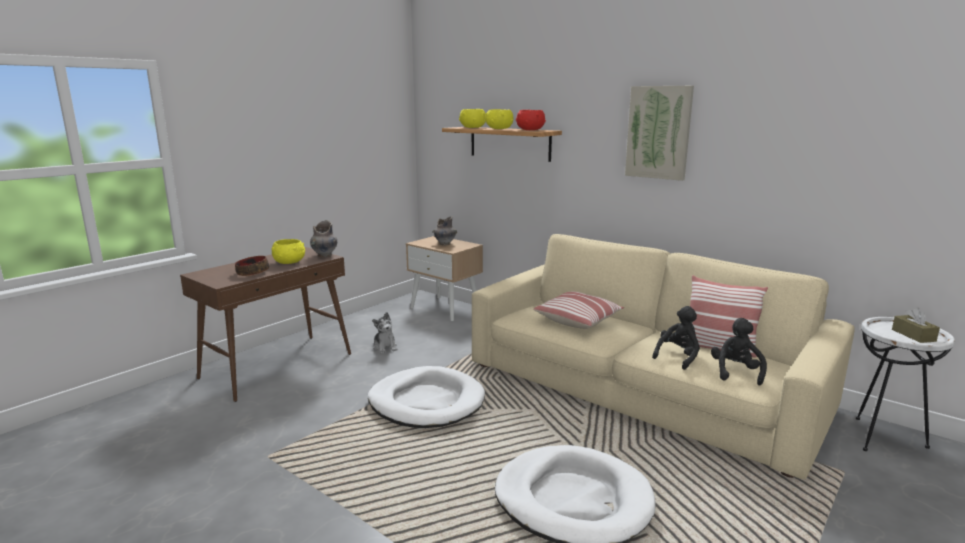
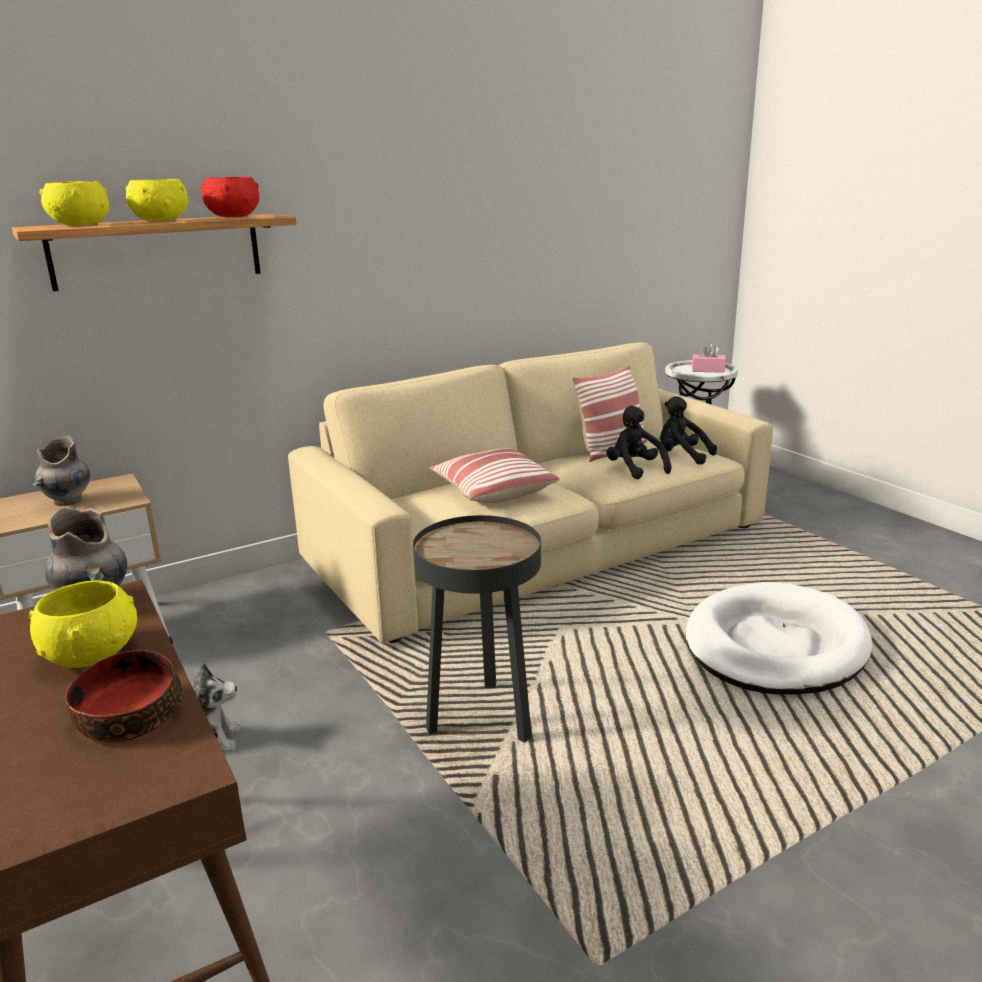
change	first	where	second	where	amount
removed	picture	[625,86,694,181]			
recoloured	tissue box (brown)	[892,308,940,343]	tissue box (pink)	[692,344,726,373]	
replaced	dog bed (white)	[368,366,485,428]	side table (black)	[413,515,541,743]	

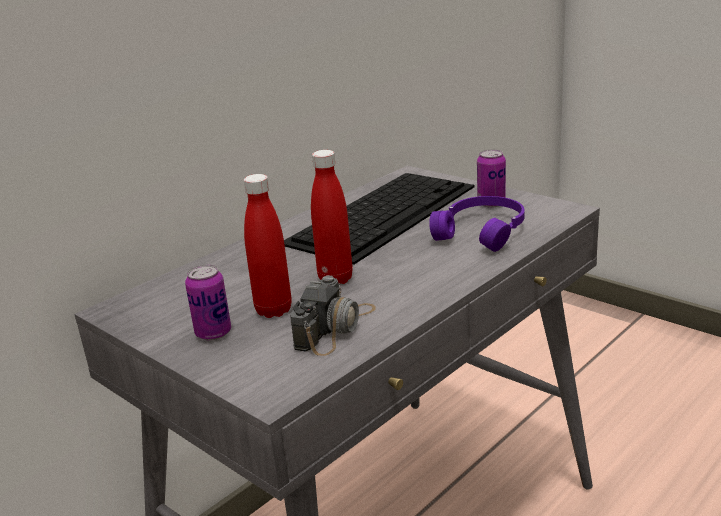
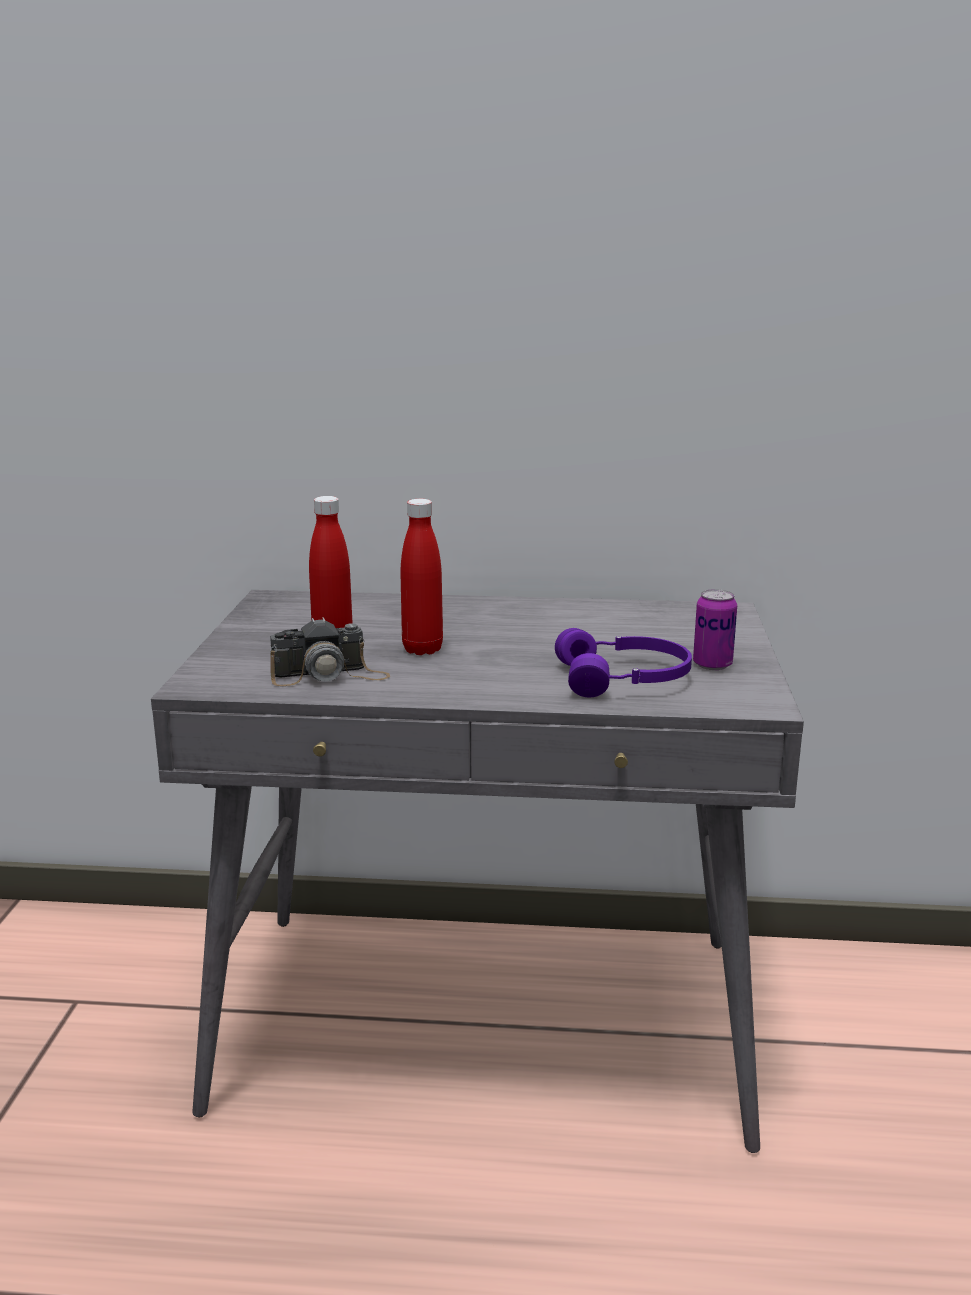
change	first	where	second	where	amount
removed	keyboard	[284,173,475,265]			
removed	can	[185,265,231,340]			

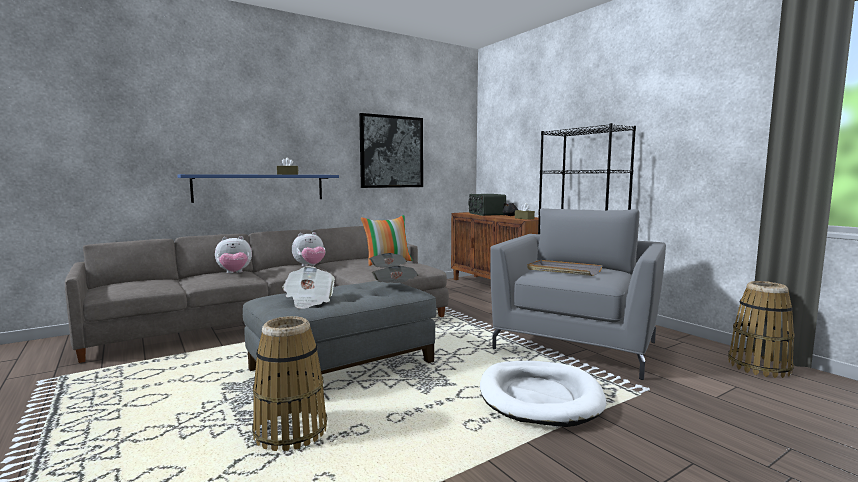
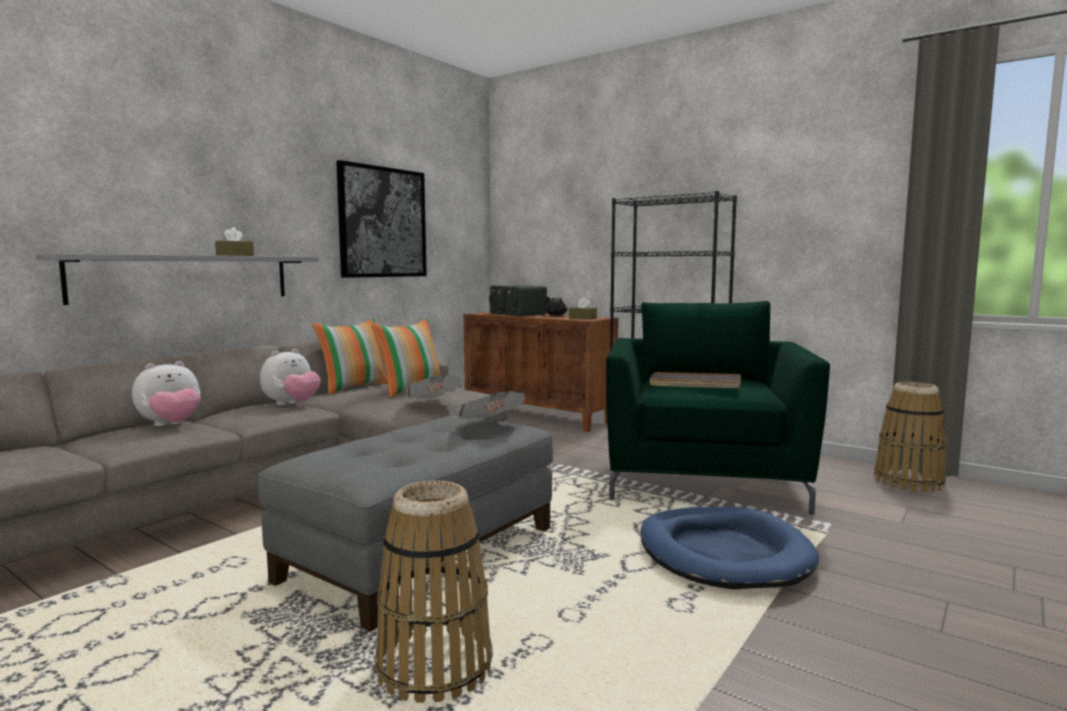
change	first	where	second	where	amount
recoloured	shelf (blue)	[177,174,339,203]	shelf (grey)	[36,253,319,305]	
recoloured	armchair (grey)	[490,208,666,380]	armchair (green)	[606,301,830,515]	
removed	newspaper	[283,266,335,309]			
recoloured	dog bed (white)	[480,361,606,427]	dog bed (blue)	[640,507,819,590]	
added			pillow	[312,318,388,394]	

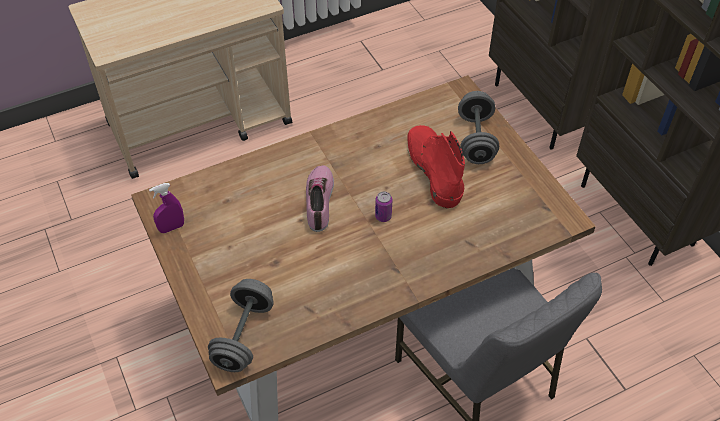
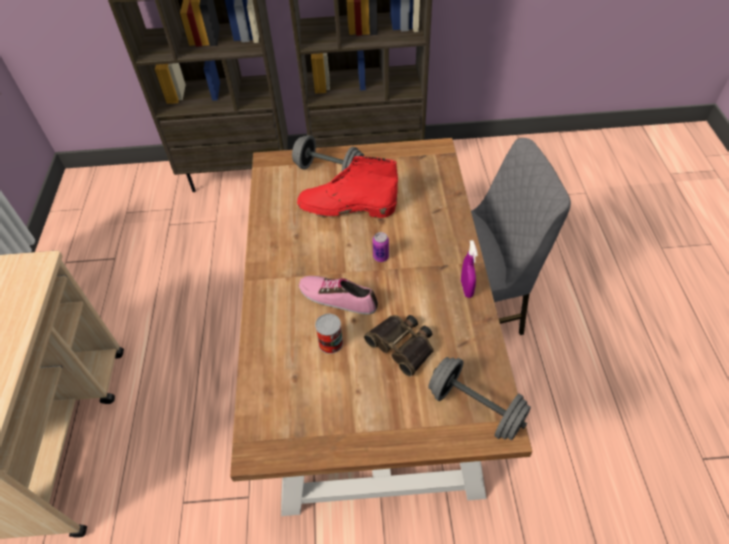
change	first	where	second	where	amount
moved	spray bottle (purple)	[149,183,184,233]		[461,240,478,298]	
added			can	[315,314,343,354]	
added			binoculars	[364,315,434,377]	

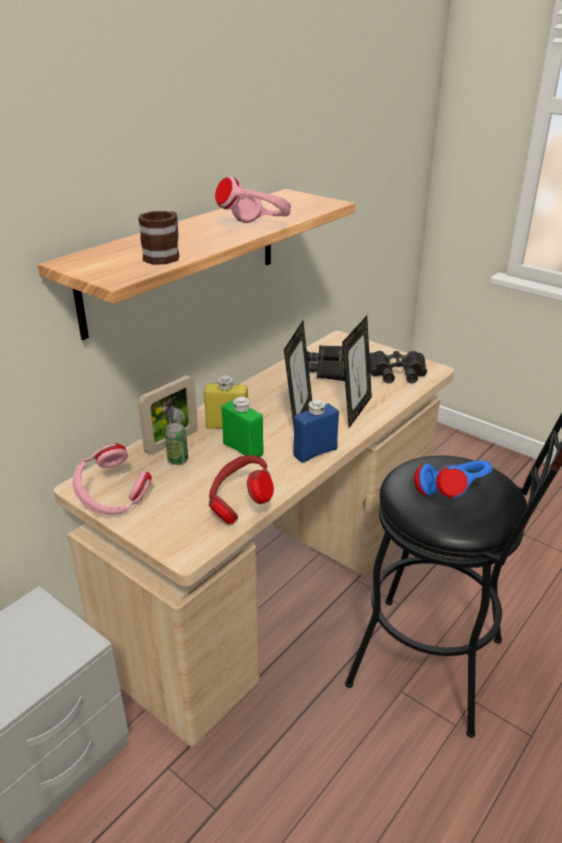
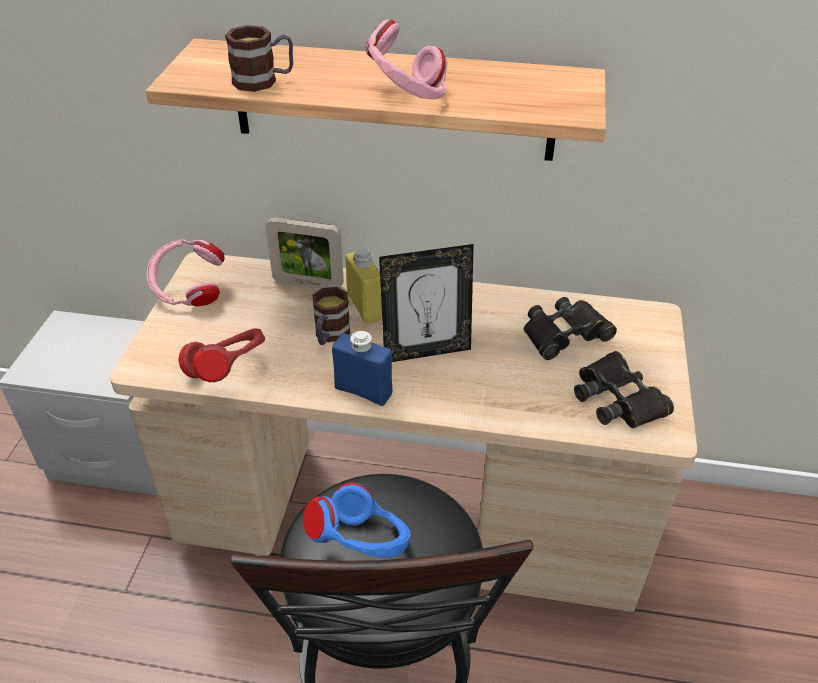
change	first	where	second	where	amount
removed	picture frame	[342,316,372,428]			
replaced	bottle (green)	[221,397,264,457]	mug	[312,287,350,345]	
removed	can	[165,423,188,465]			

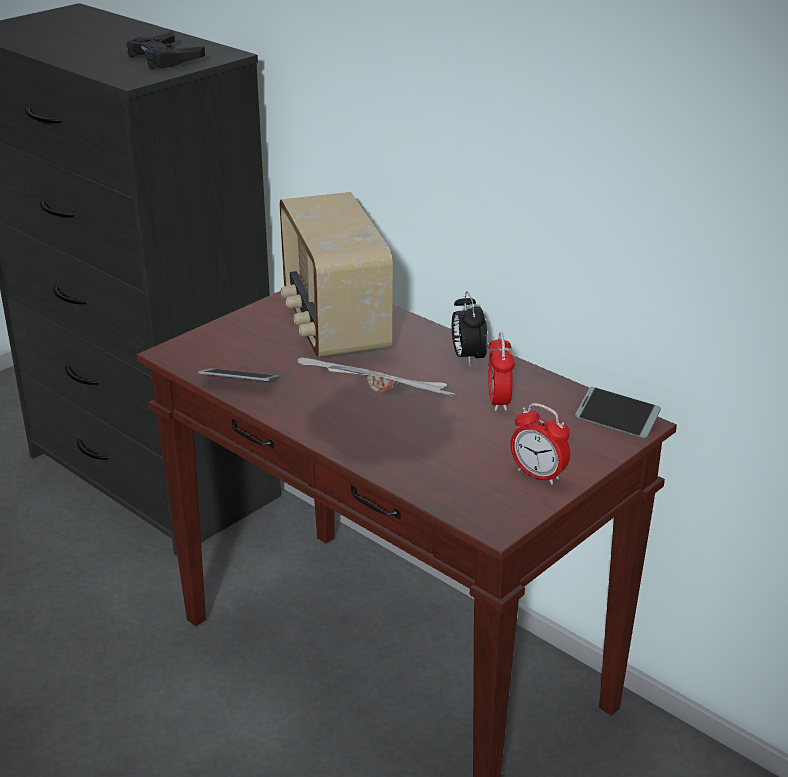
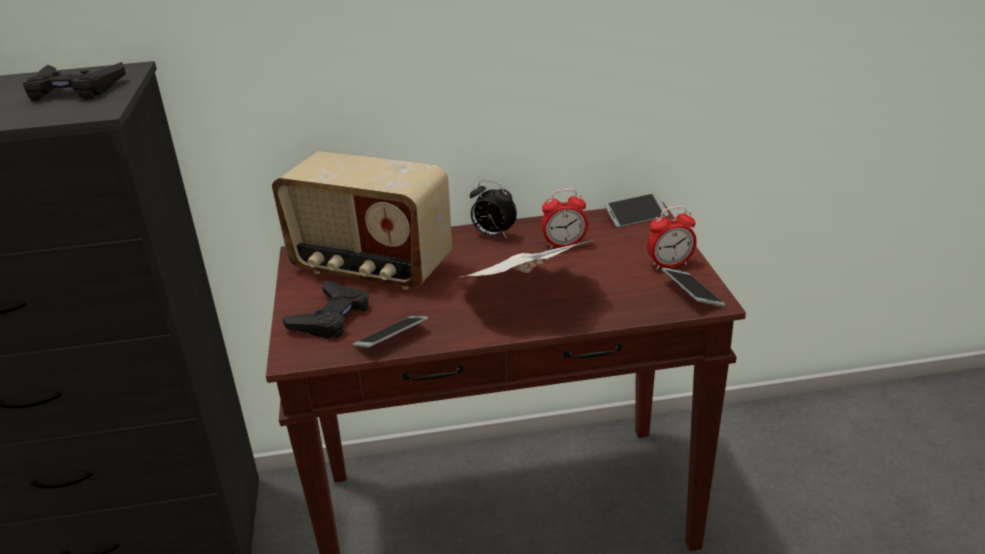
change	first	where	second	where	amount
turned	alarm clock	[488,332,515,411]		[541,189,588,249]	45 degrees counterclockwise
added			phone	[662,267,725,307]	
added			game controller (black)	[282,280,369,339]	

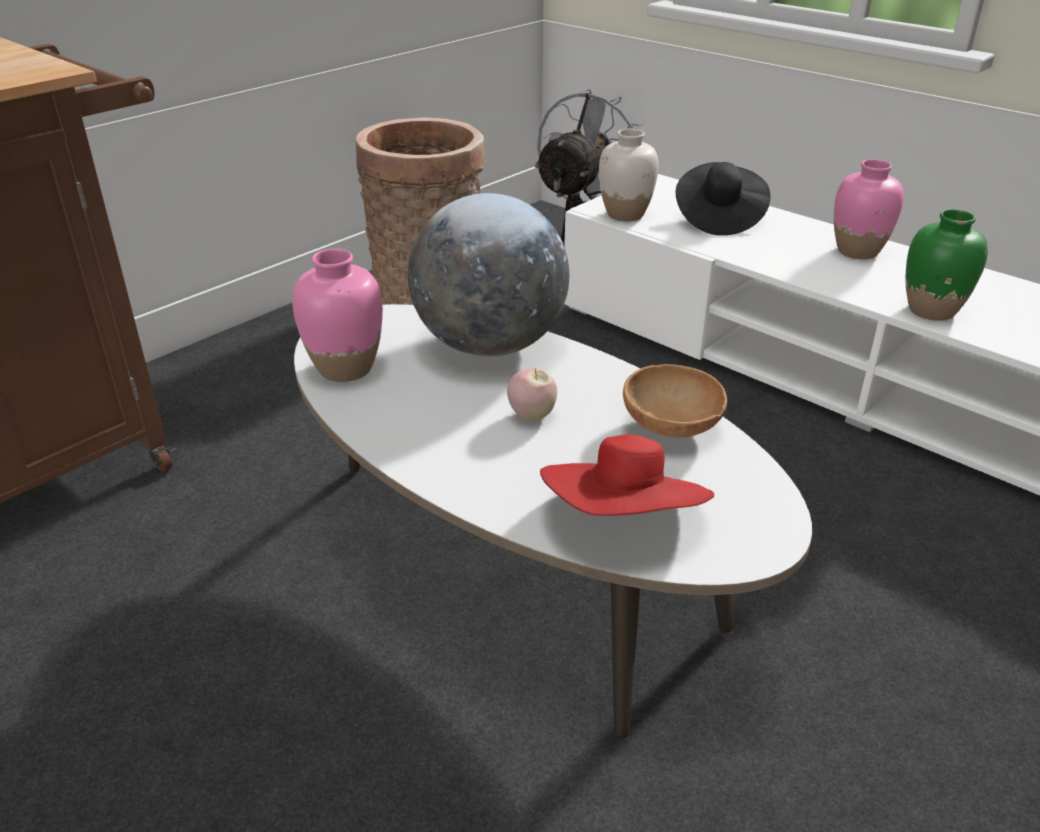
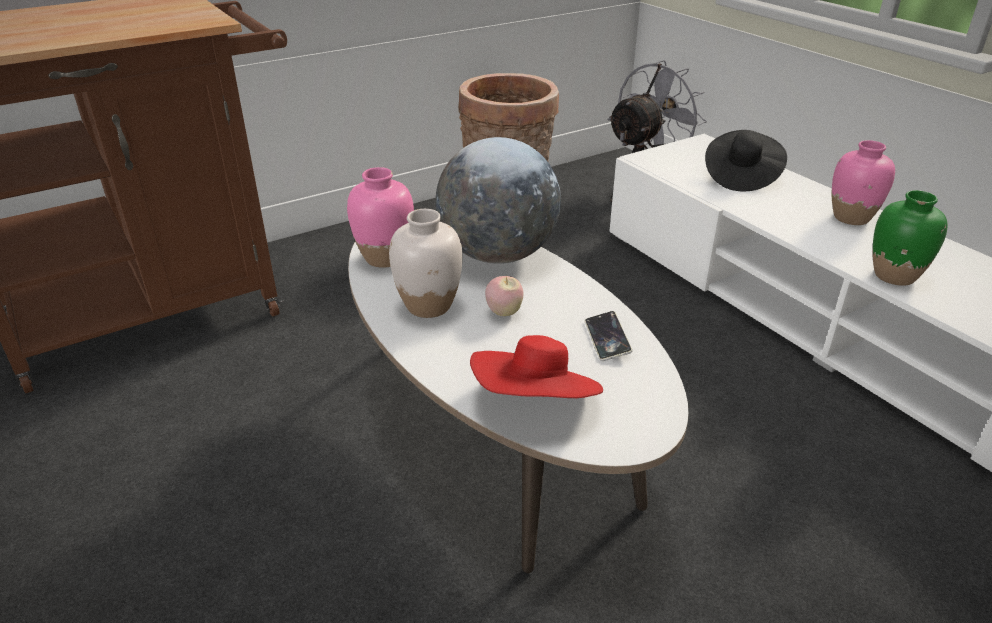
change	first	where	second	where	amount
moved	vase (white)	[599,129,659,221]		[389,209,463,318]	
replaced	bowl (brown)	[623,364,727,437]	phone	[585,311,633,361]	

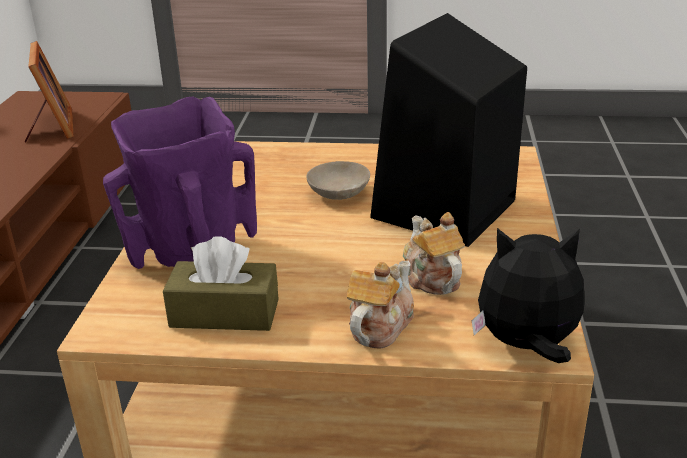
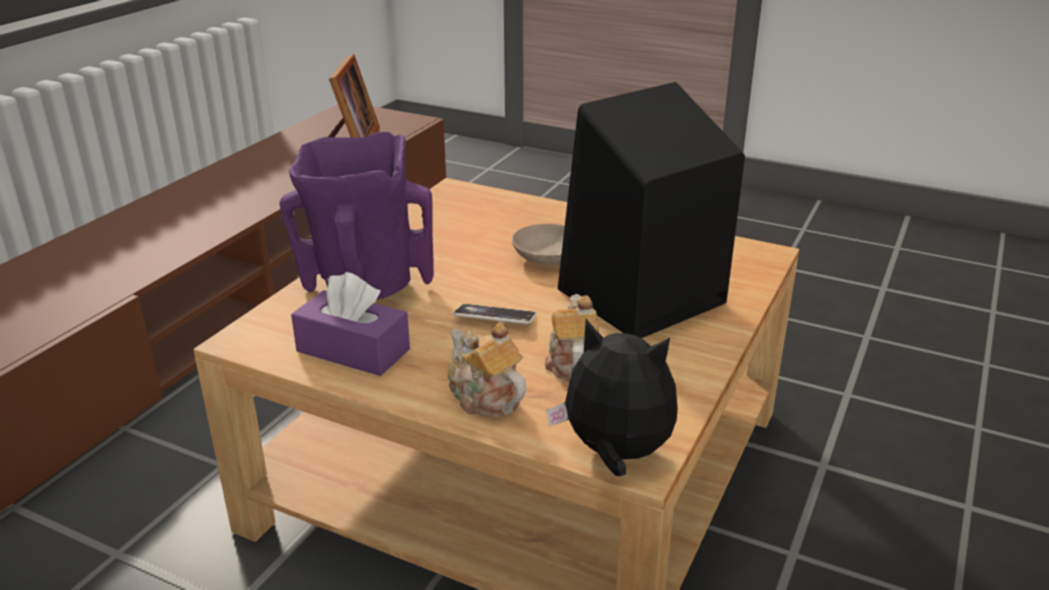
change	first	where	second	where	amount
recoloured	tissue box (brown)	[163,236,279,331]	tissue box (purple)	[291,272,410,376]	
turned	teapot	[347,260,414,349]		[448,323,527,417]	90 degrees counterclockwise
added			phone	[454,304,537,324]	

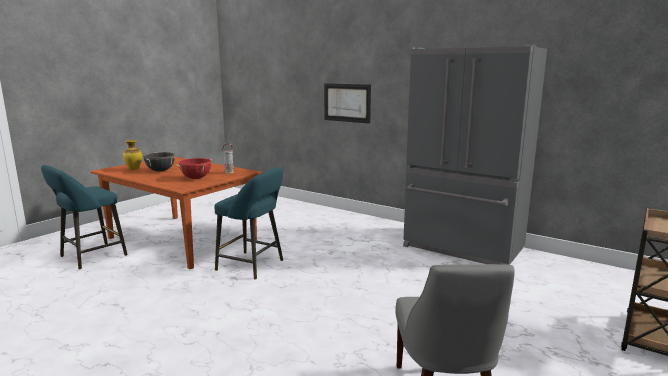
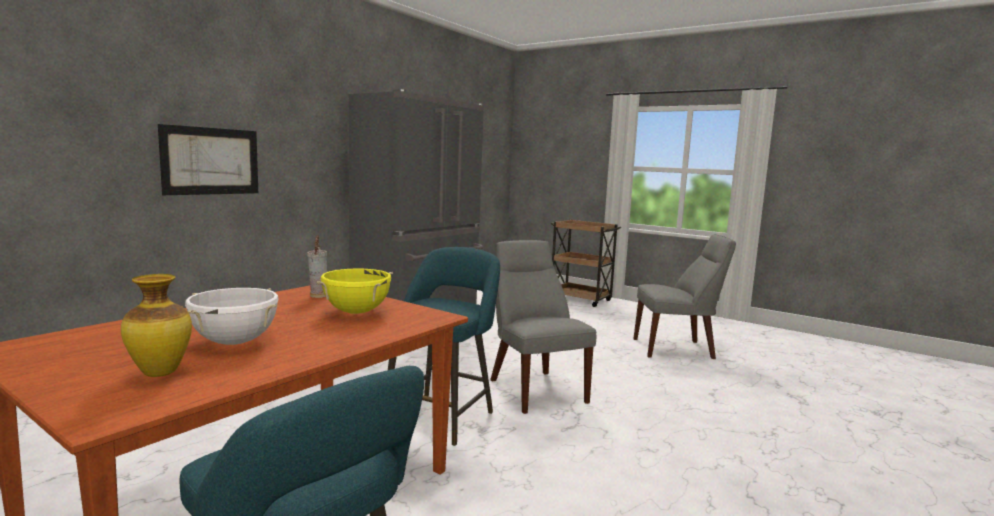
change	first	where	second	where	amount
recoloured	cooking pot (black)	[143,152,175,172]	cooking pot (white)	[185,288,279,345]	
recoloured	cooking pot (red)	[177,158,213,179]	cooking pot (yellow)	[316,269,393,314]	
added			chair (grey)	[490,240,596,414]	

